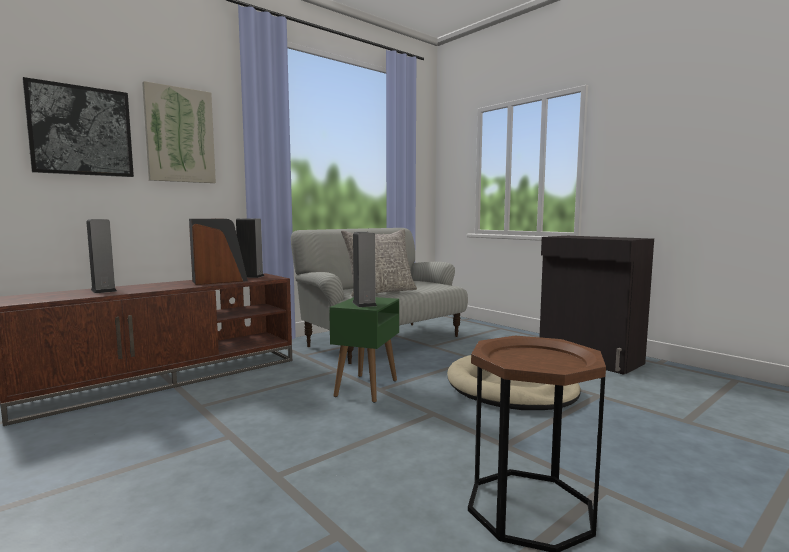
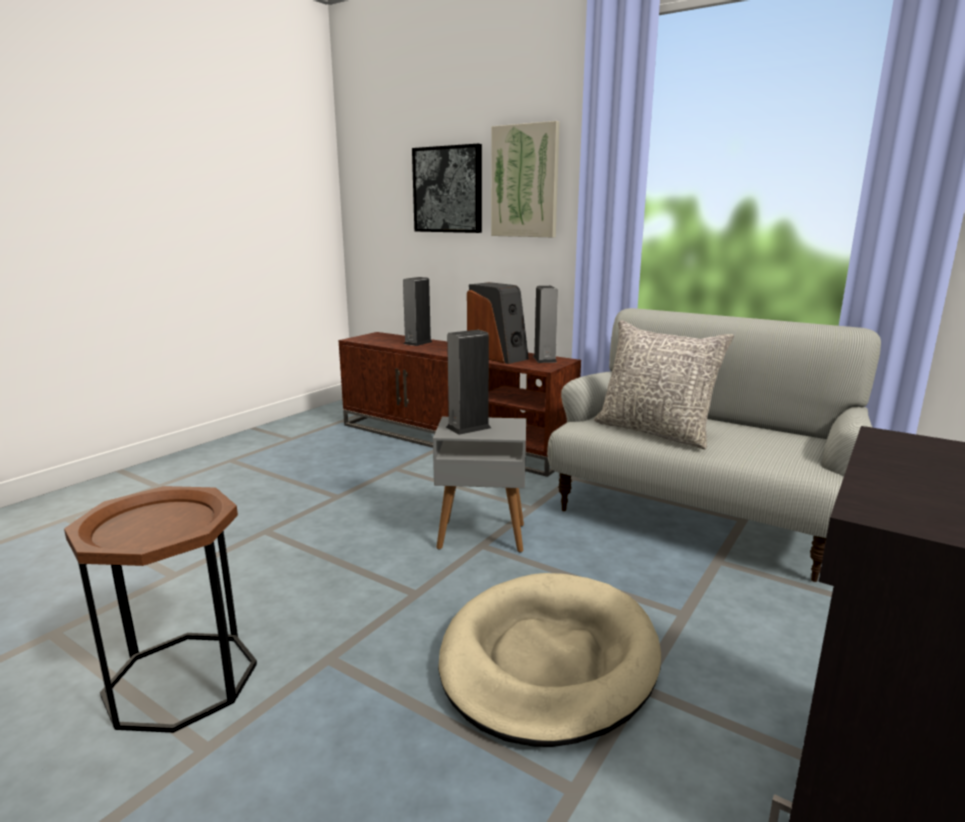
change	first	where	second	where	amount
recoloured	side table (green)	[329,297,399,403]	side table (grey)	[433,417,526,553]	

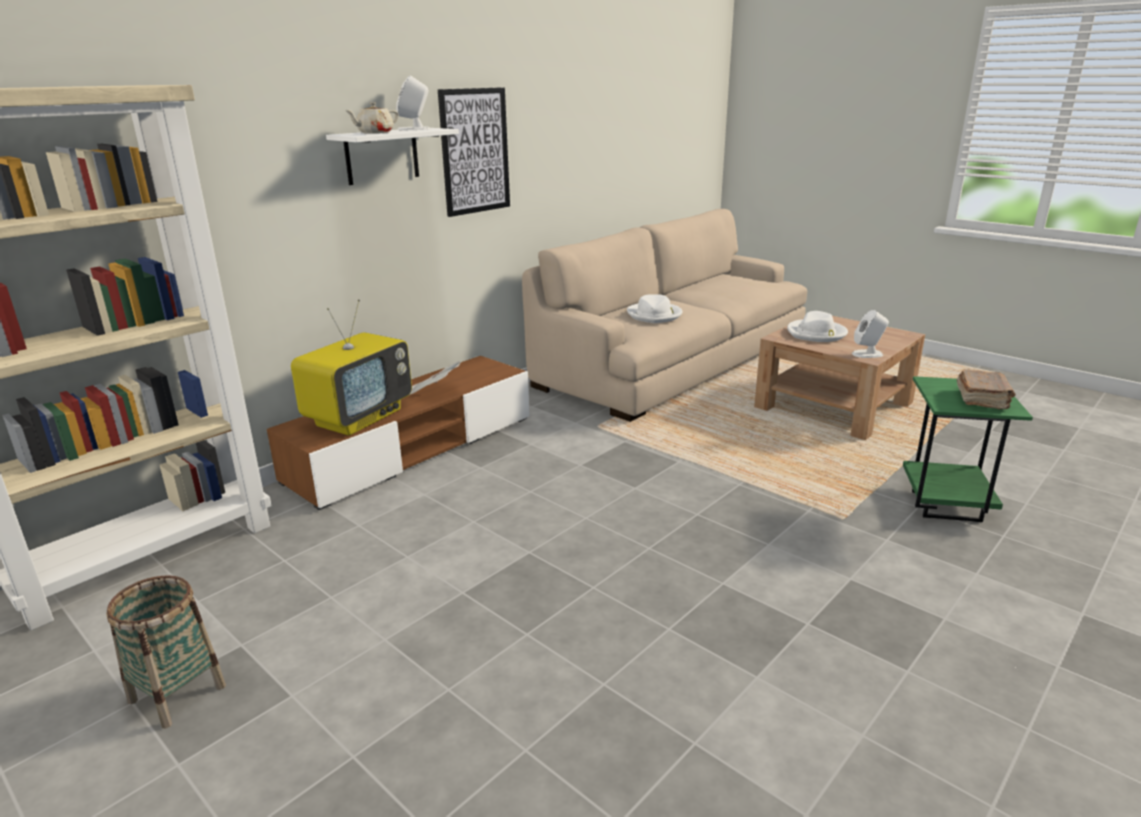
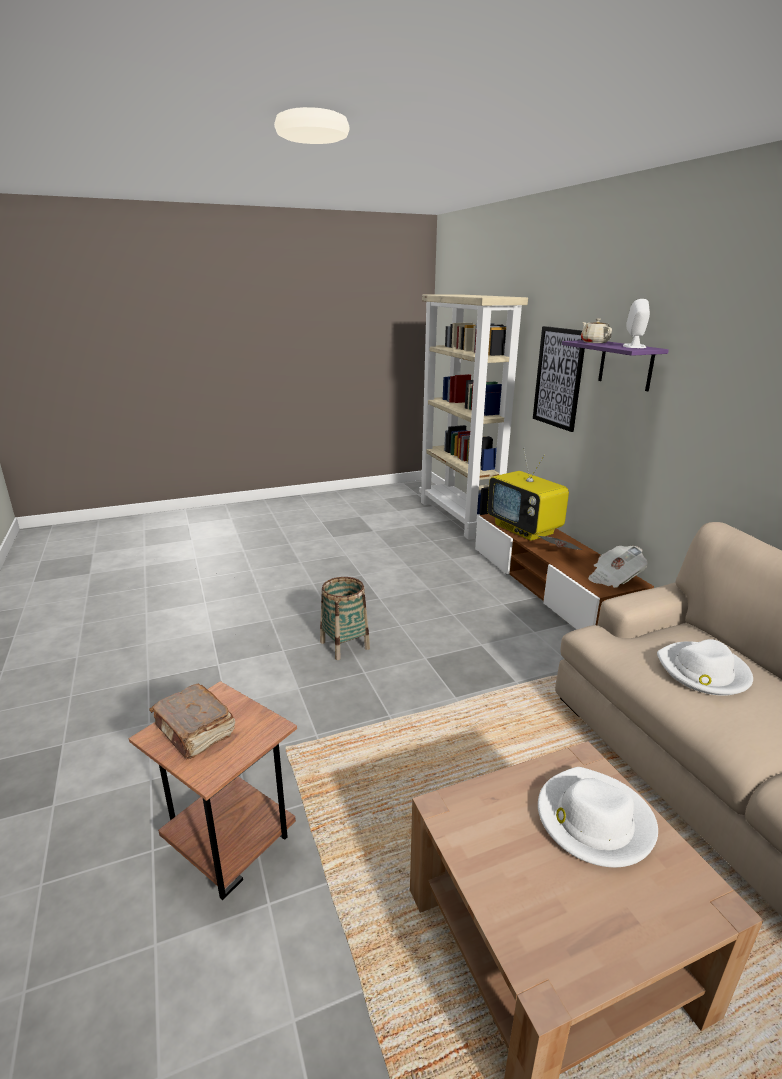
change	first	where	second	where	amount
moved	picture	[438,87,510,217]		[533,326,585,432]	
recoloured	shelf (white)	[326,128,459,185]	shelf (purple)	[562,340,669,391]	
removed	speaker (white)	[852,310,889,358]			
recoloured	side table (green)	[903,376,1033,522]	side table (brown)	[129,681,297,900]	
moved	basket	[106,575,226,729]		[320,577,370,660]	
added			newspaper	[588,546,648,588]	

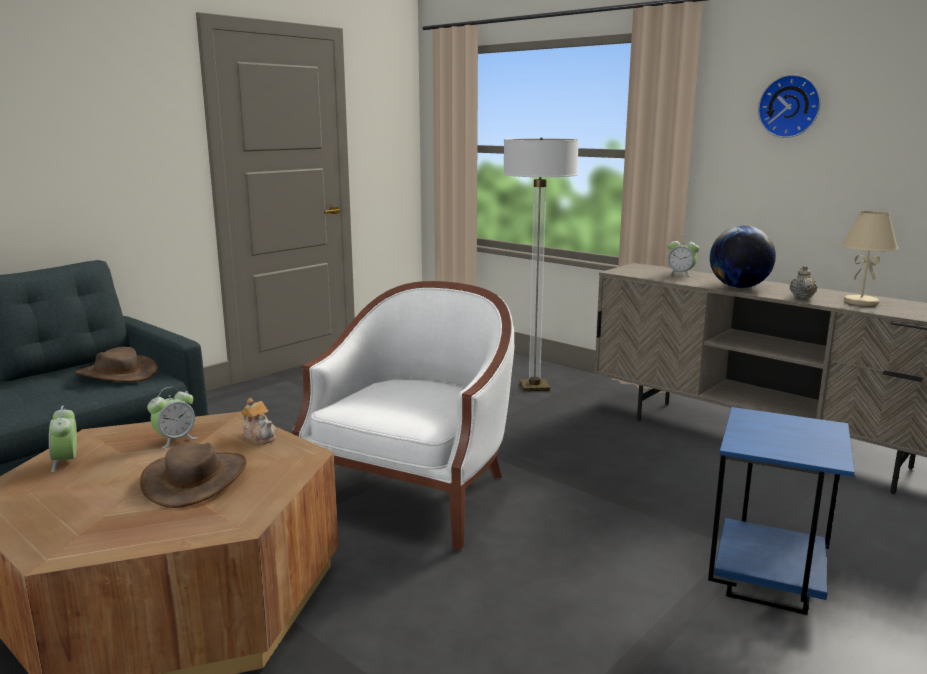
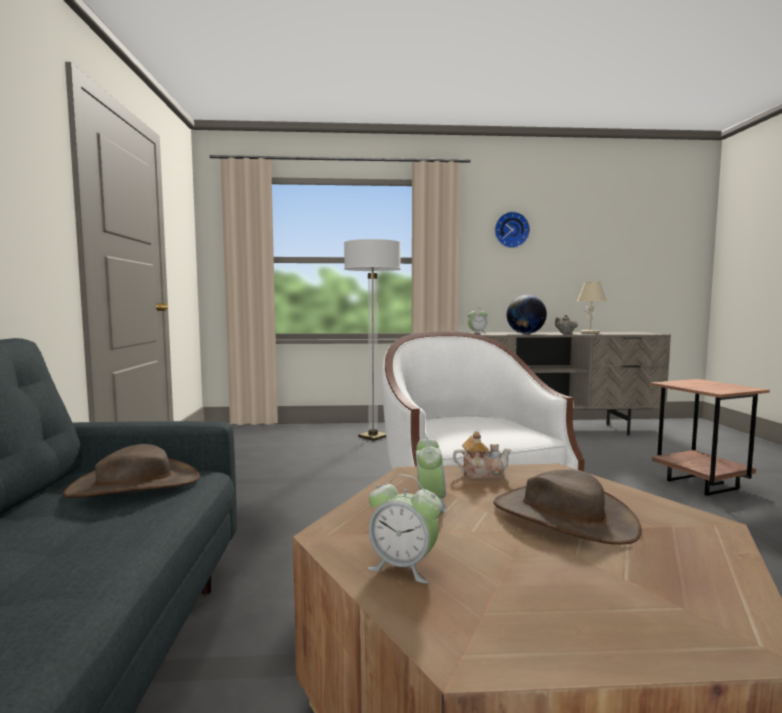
change	first	where	second	where	amount
recoloured	side table (blue)	[708,407,855,615]	side table (brown)	[650,379,770,496]	

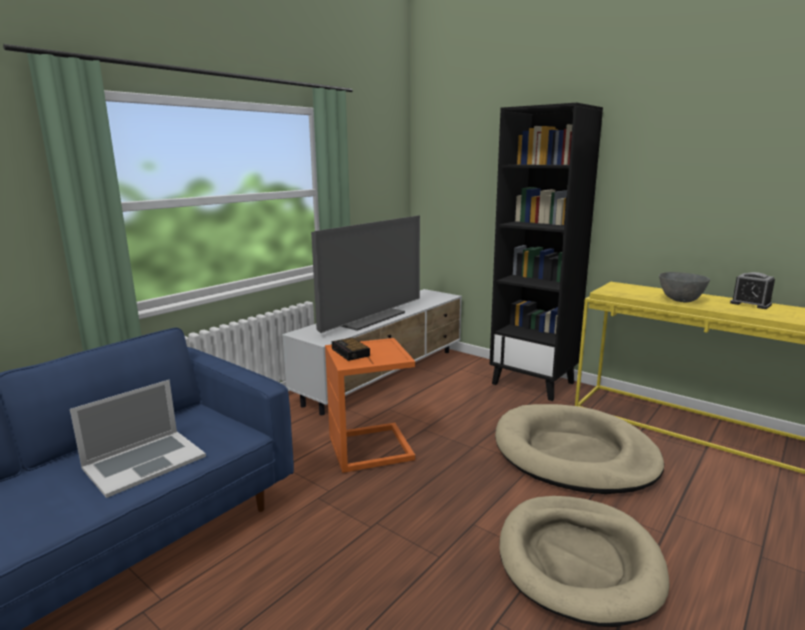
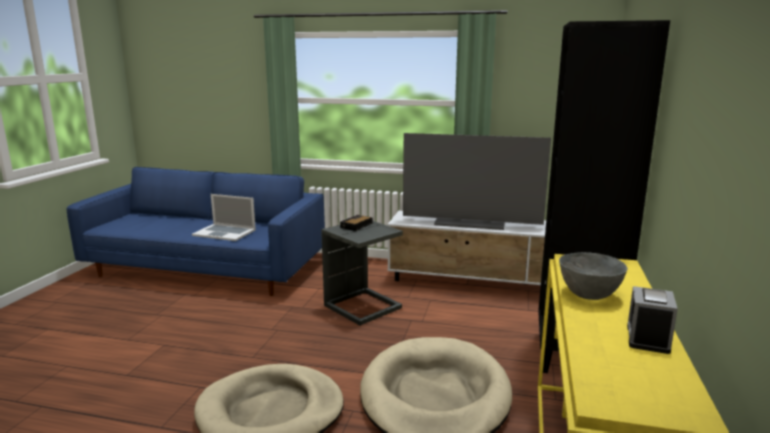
change	first	where	second	where	amount
recoloured	side table (orange)	[325,338,415,473]	side table (grey)	[321,221,403,326]	

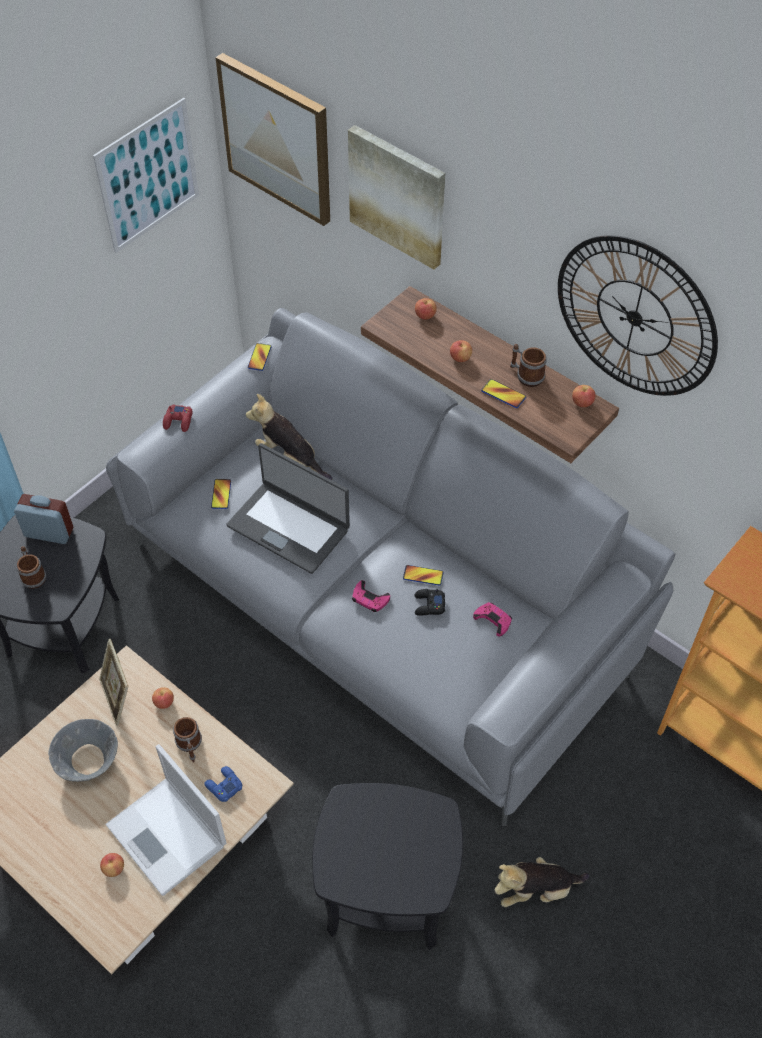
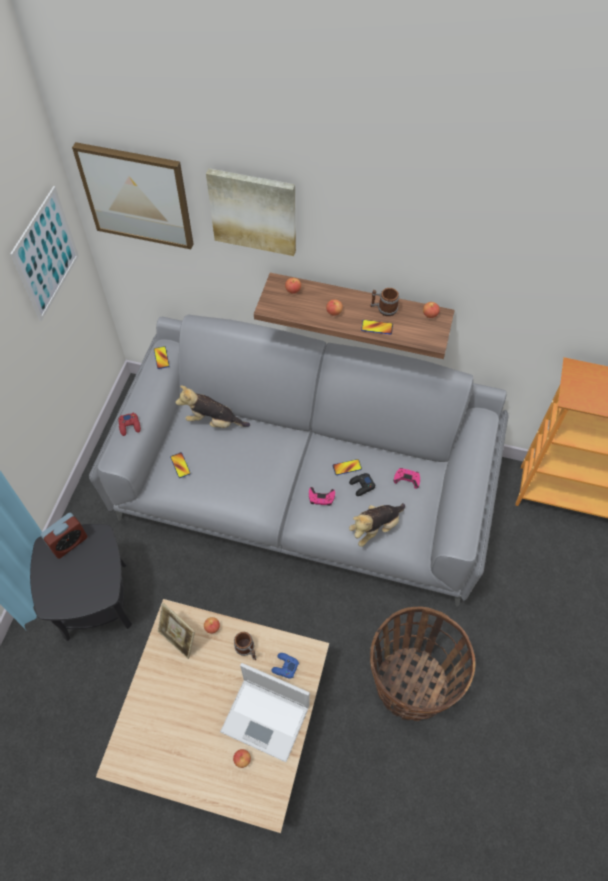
change	first	where	second	where	amount
removed	wall clock	[558,235,718,396]			
removed	laptop	[226,443,350,574]			
turned	alarm clock	[14,494,73,544]		[41,513,87,559]	150 degrees clockwise
removed	mug	[16,546,46,589]			
removed	bowl (grey)	[48,719,118,782]			
replaced	side table (black)	[312,783,463,950]	basket	[370,607,476,721]	
moved	plush toy	[495,857,589,907]		[349,503,405,547]	

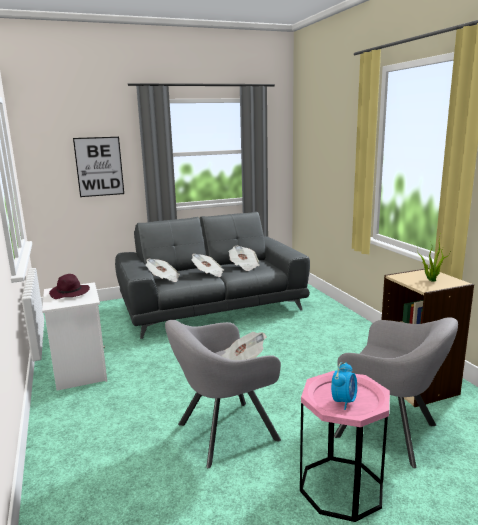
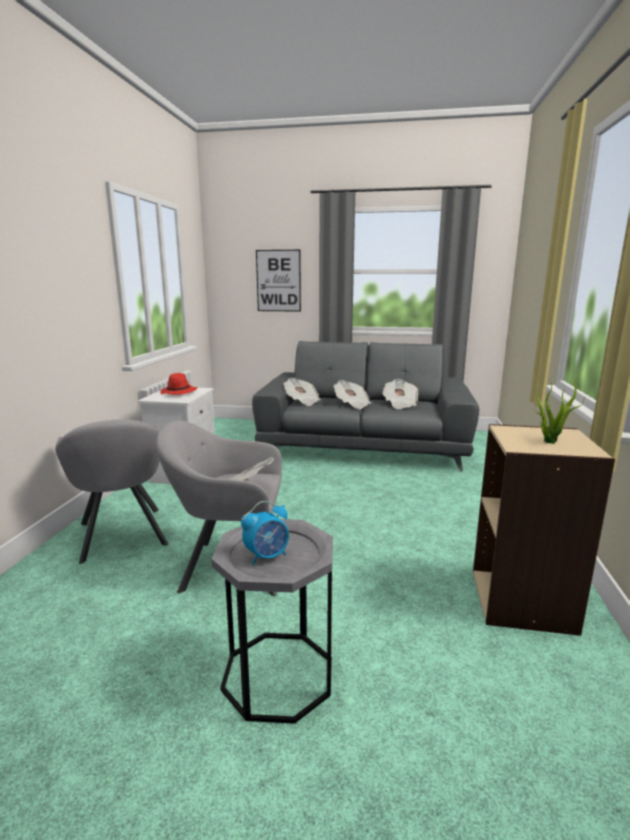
change	first	where	second	where	amount
recoloured	hat (purple)	[49,274,90,299]	hat (red)	[160,373,198,395]	
moved	armchair (grey)	[334,317,458,468]		[55,419,168,564]	
recoloured	side table (pink)	[300,371,390,522]	side table (grey)	[211,519,333,724]	

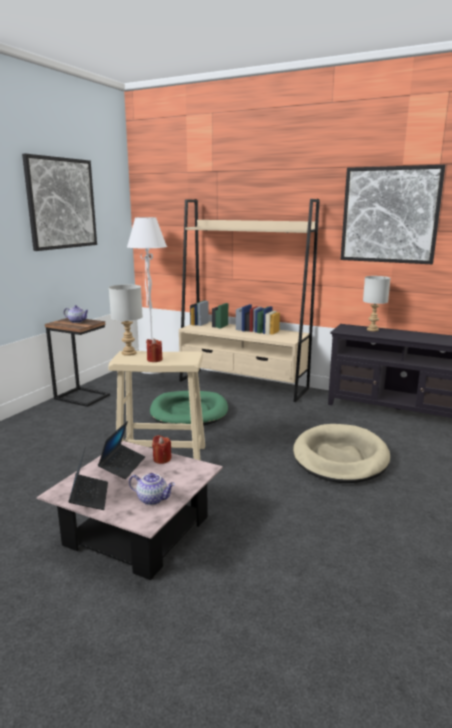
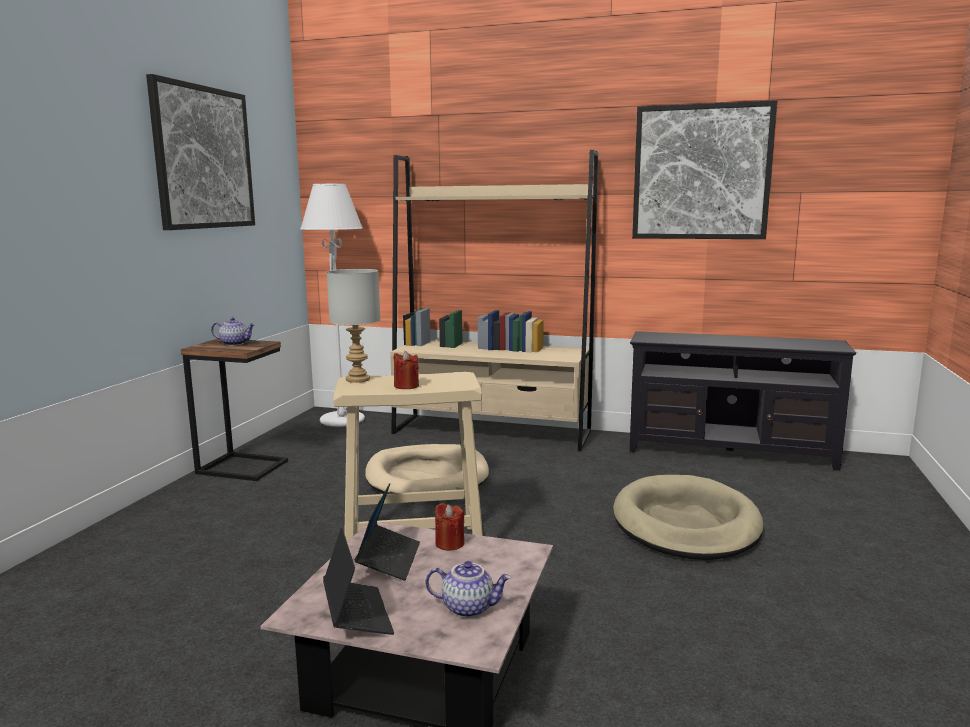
change	first	where	second	where	amount
removed	table lamp (grey)	[363,276,390,331]			
recoloured	dog bed (green)	[150,391,228,426]	dog bed (beige)	[365,444,489,494]	

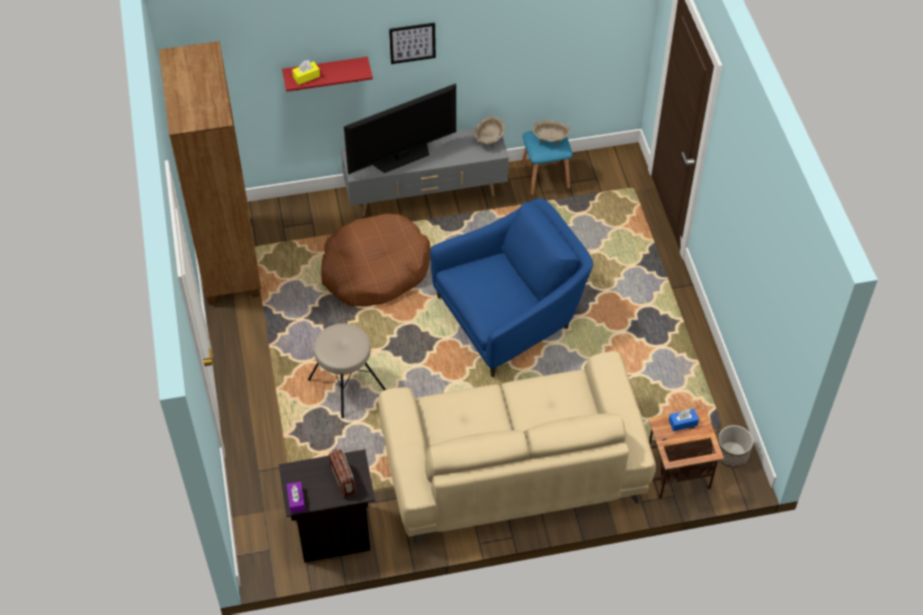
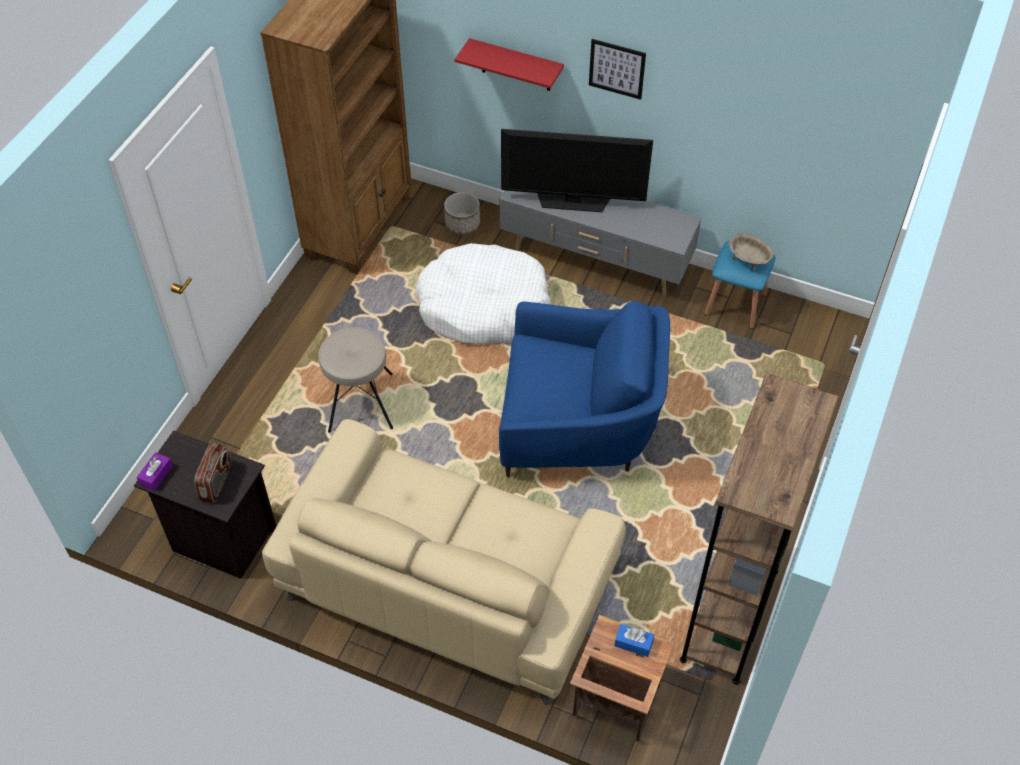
change	first	where	second	where	amount
removed	tissue box (yellow)	[292,60,320,85]			
removed	bowl (beige)	[475,116,505,148]			
recoloured	dog bed (brown)	[321,214,430,306]	dog bed (white)	[416,243,550,344]	
moved	planter	[717,425,753,468]		[444,192,480,235]	
added			bookcase (brown)	[680,373,838,685]	

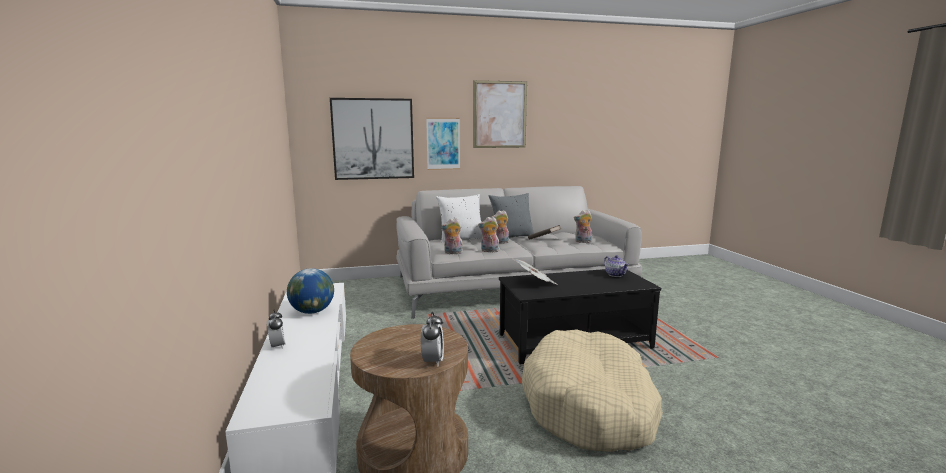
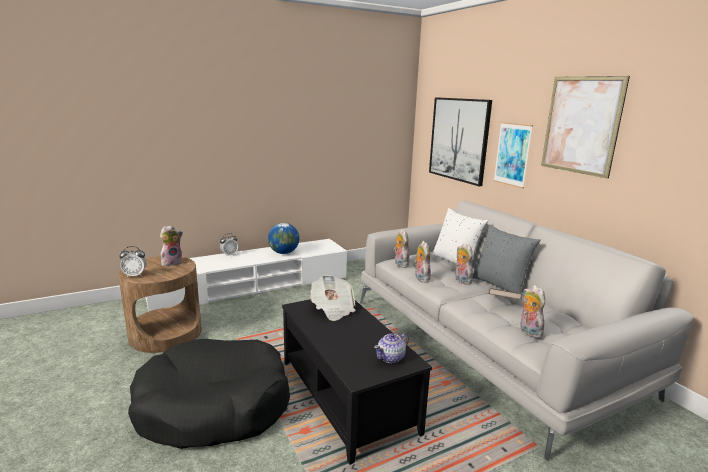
change	first	where	second	where	amount
recoloured	dog bed (beige)	[522,329,663,452]	dog bed (black)	[128,339,290,449]	
added			plush toy	[160,225,183,266]	

